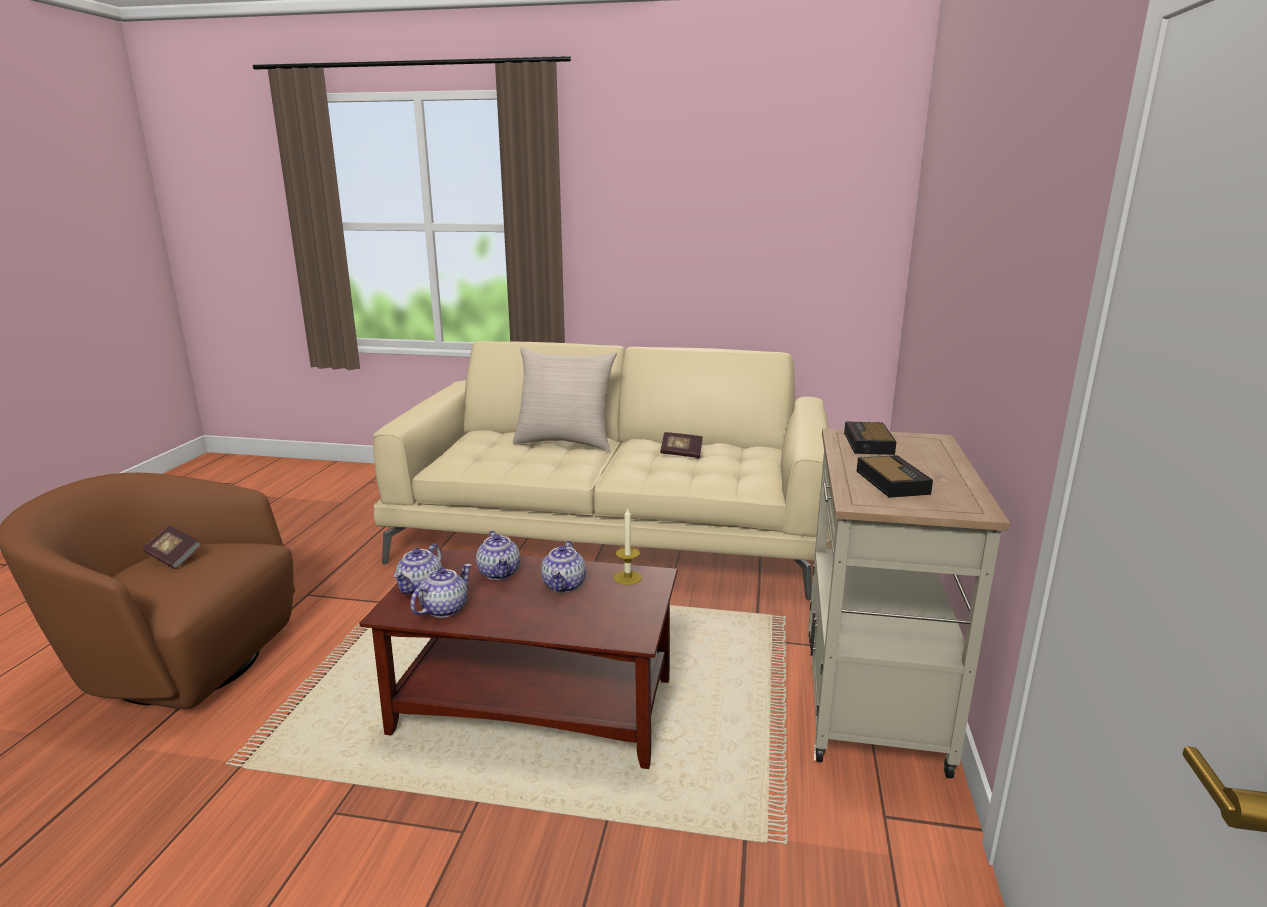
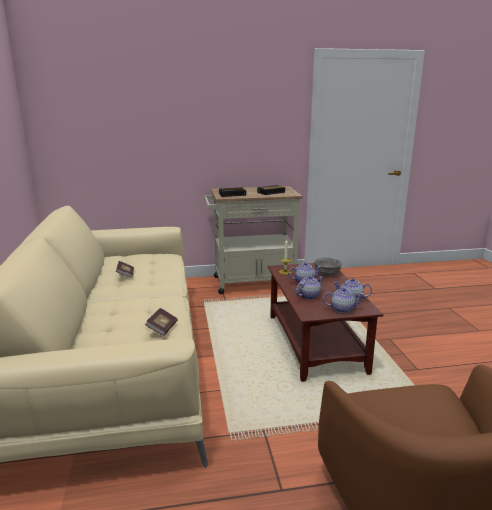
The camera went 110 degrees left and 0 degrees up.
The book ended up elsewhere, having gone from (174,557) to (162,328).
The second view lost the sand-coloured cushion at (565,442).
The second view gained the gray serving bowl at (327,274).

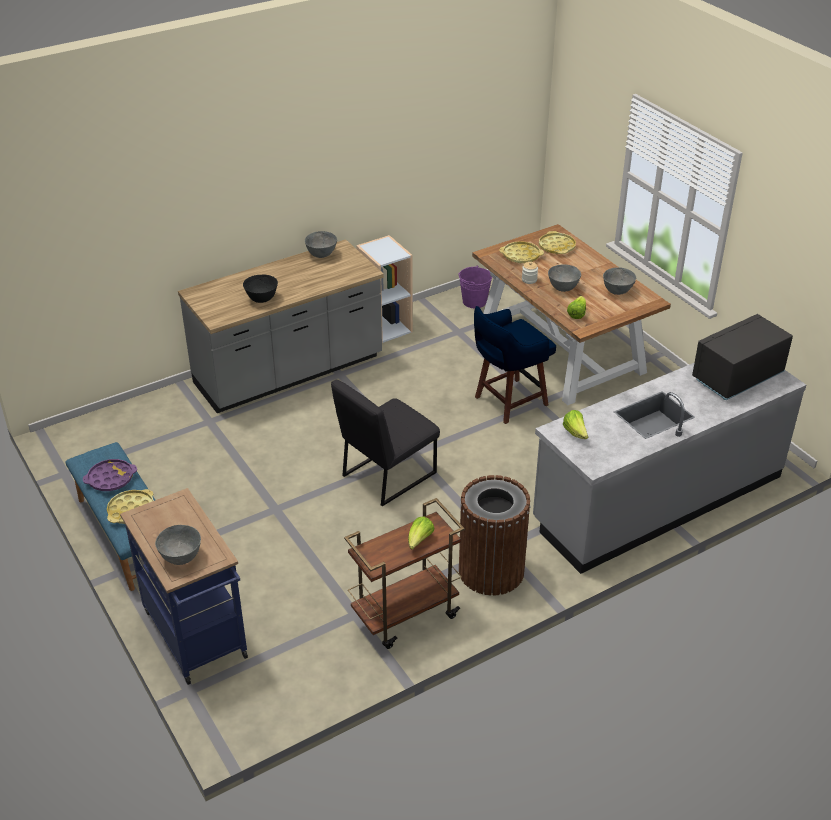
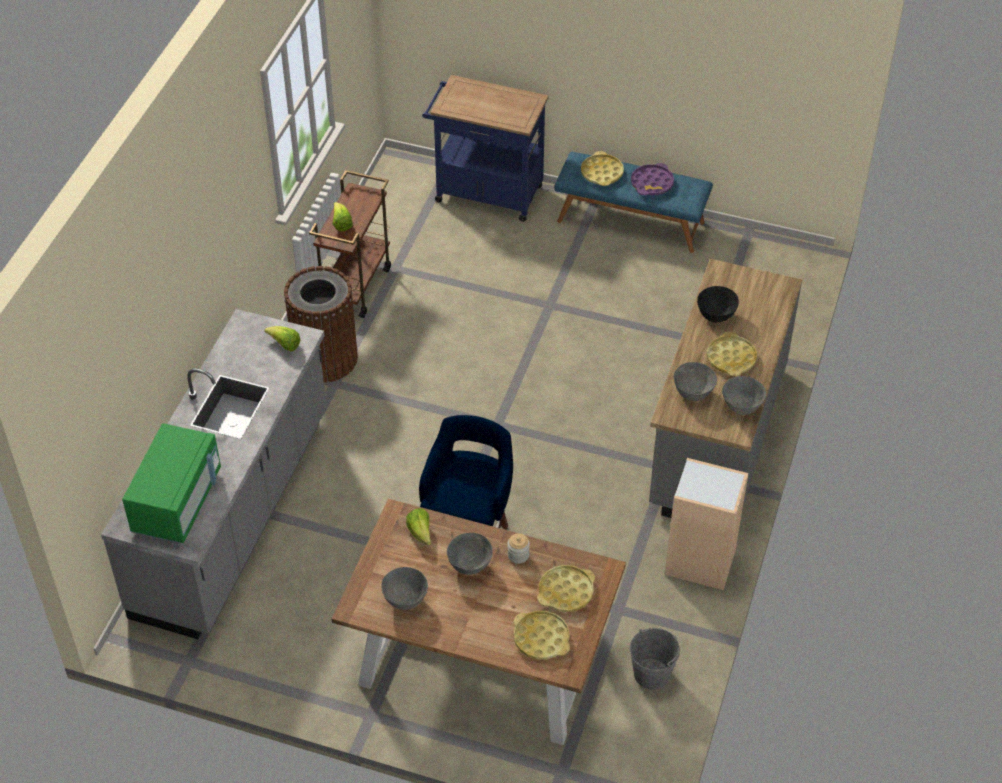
The camera went 140 degrees right and 10 degrees up.
The gray serving bowl ended up elsewhere, having gone from (181,557) to (692,394).
The second view lost the black-coloured chair at (386,475).
What was the purple-coloured bucket at (474,301) turned into the gray bucket at (651,674).
What was the black-coloured microwave oven at (737,377) turned into the green-coloured microwave oven at (177,502).
The second view gained the yellow carrying tray at (731,358).

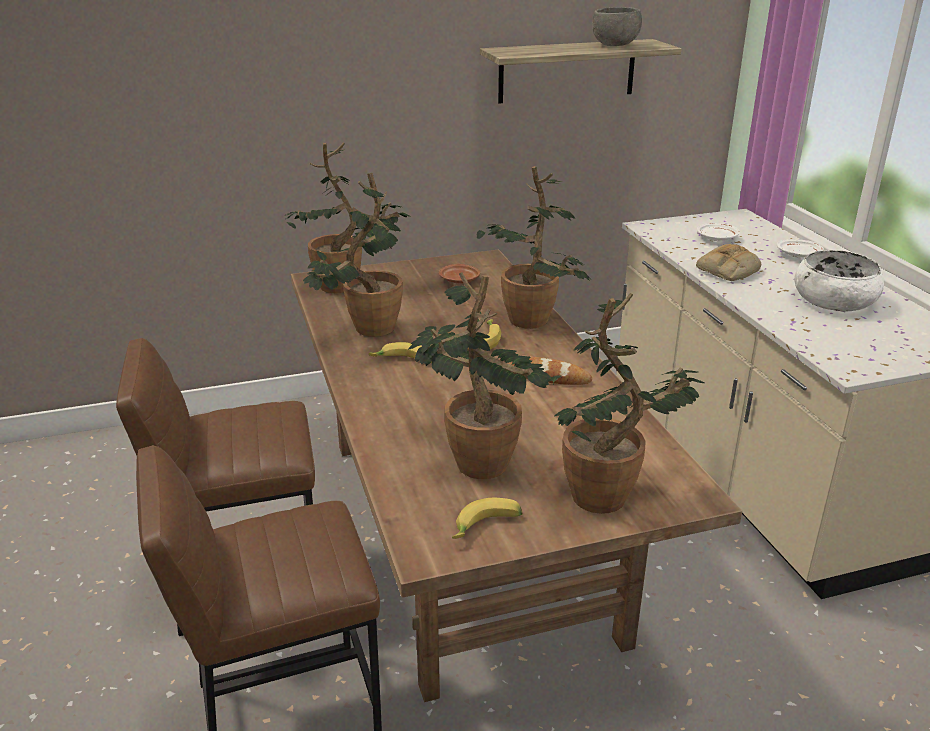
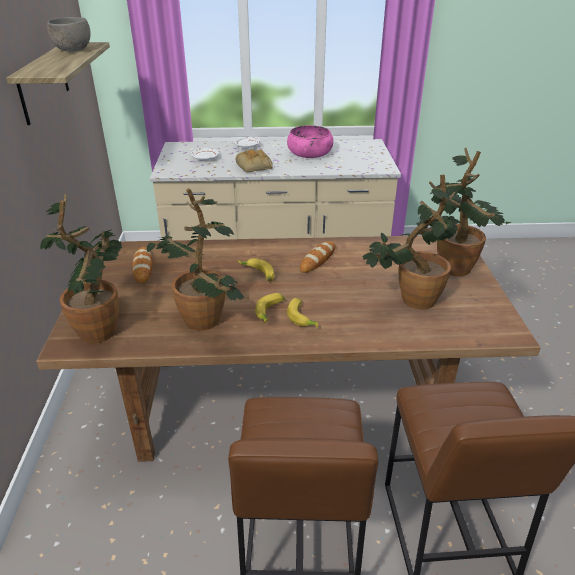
The camera went 75 degrees left and 5 degrees up.
Where the brown-coloured dinner plate stood at (459,280), the bakery bread came to stand at (143,267).
The whole banana ended up elsewhere, having gone from (487,527) to (303,318).
The second view lost the houseplant at (532,324).
What was the white serving bowl at (834,300) turned into the pink serving bowl at (309,153).

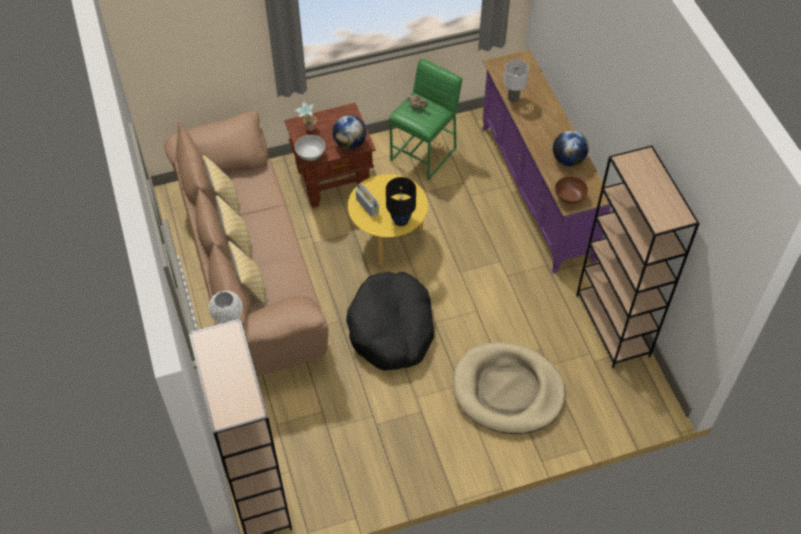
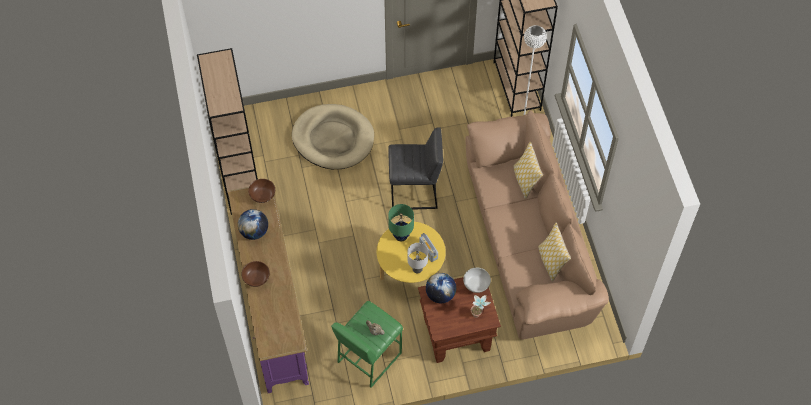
The camera went 175 degrees left and 5 degrees up.
The second view lost the cushion at (237,242).
Where the black-coloured pet bed stood at (391,328), the gray sitting stool came to stand at (415,192).
What was the black-coloured tabletop lamp at (401,220) turned into the green-coloured tabletop lamp at (401,235).
The white tabletop lamp ended up elsewhere, having gone from (513,99) to (416,269).
The second view gained the brown-coloured serving bowl at (256,279).

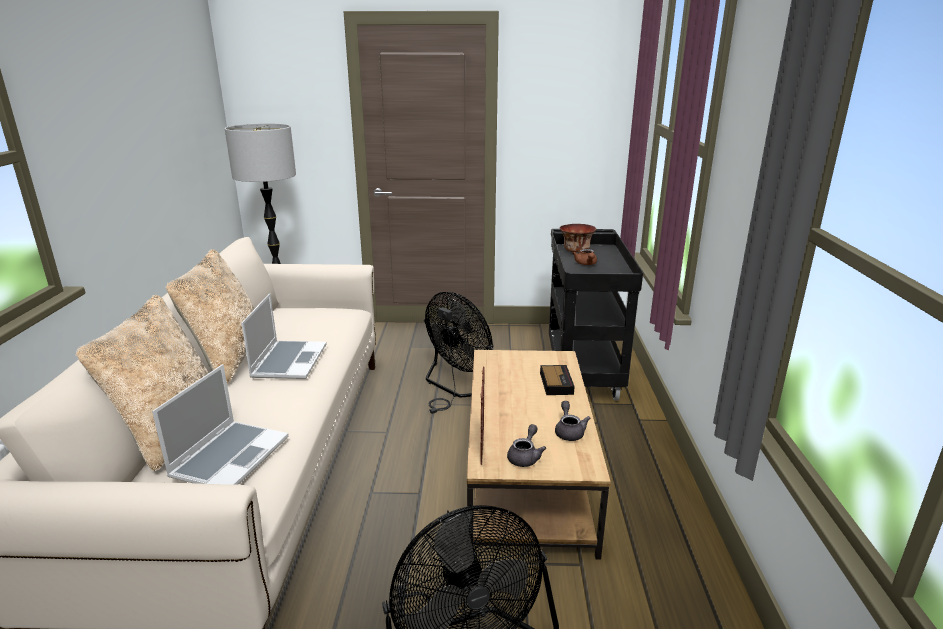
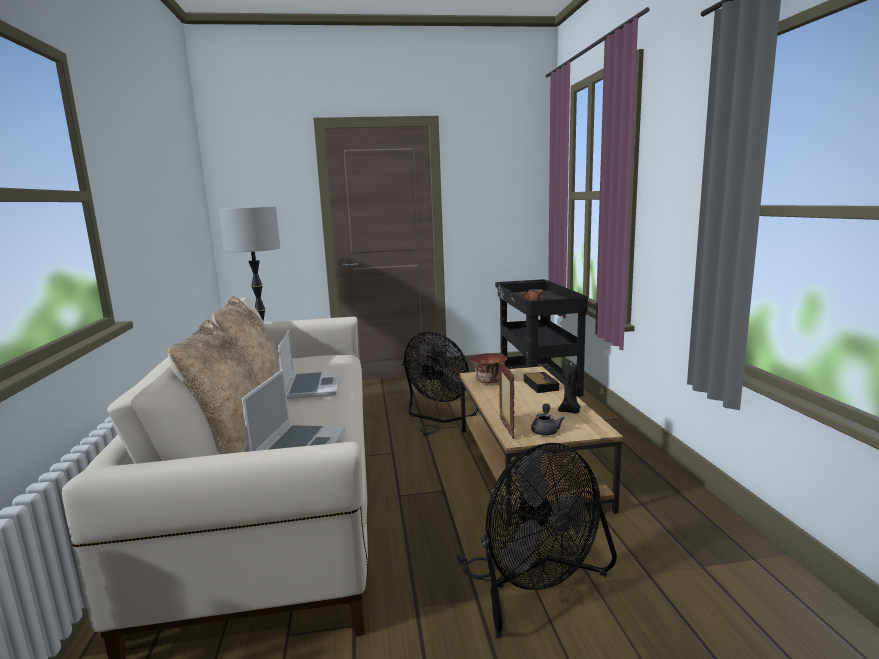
The camera went 10 degrees left and 10 degrees down.
Where the gray teapot stood at (569,431), the black-coloured wax candle came to stand at (570,411).
The serving bowl ended up elsewhere, having gone from (576,251) to (489,381).

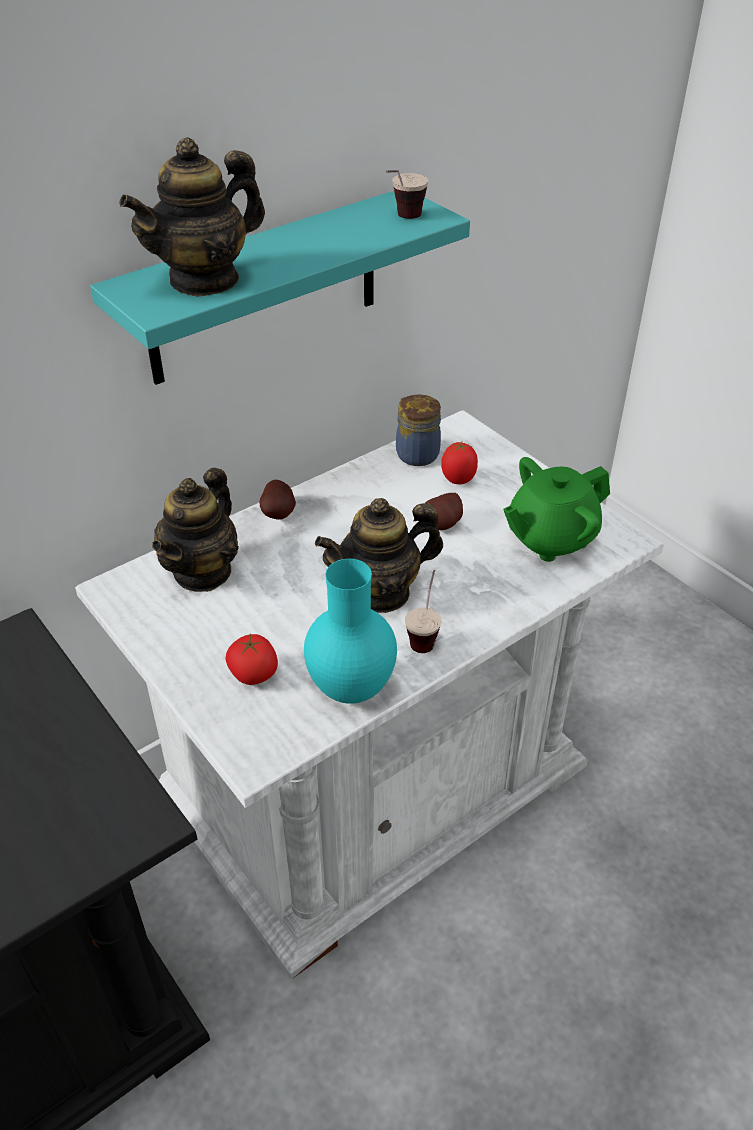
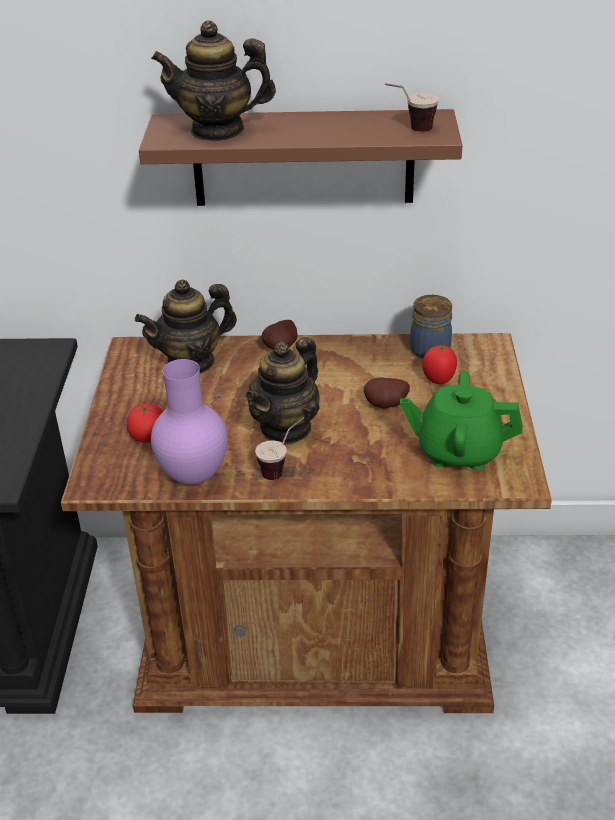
The camera went 40 degrees right and 5 degrees down.
What was the white storage cabinet at (376,781) turned into the brown-coloured storage cabinet at (315,623).
What was the turquoise-coloured wall shelf at (264,288) turned into the brown-coloured wall shelf at (303,158).
What was the turquoise-coloured decorative vase at (349,690) turned into the purple-coloured decorative vase at (192,475).
The teapot at (380,592) ended up facing another way, 75 degrees counterclockwise from before.

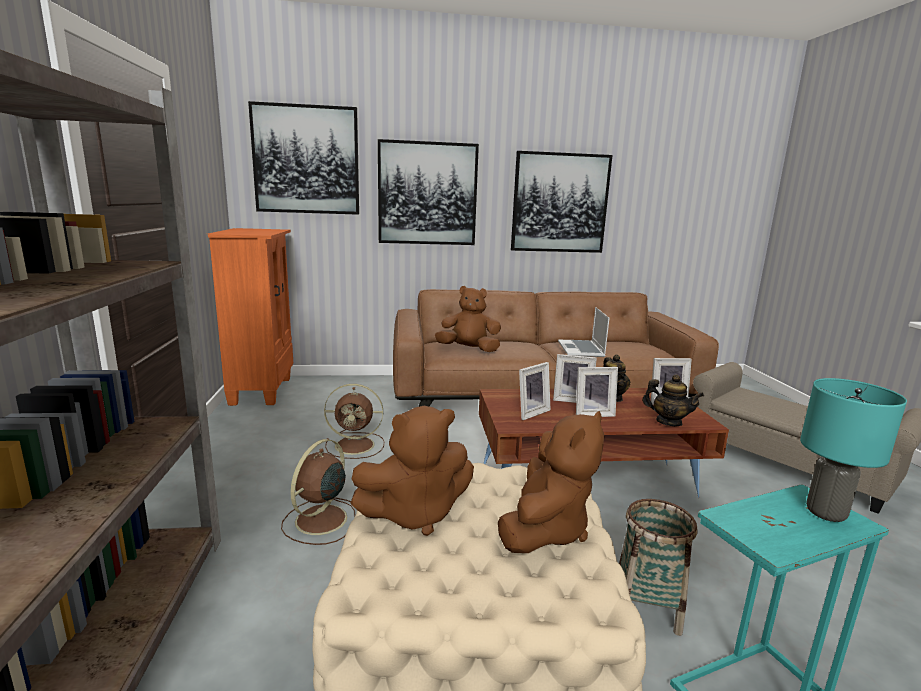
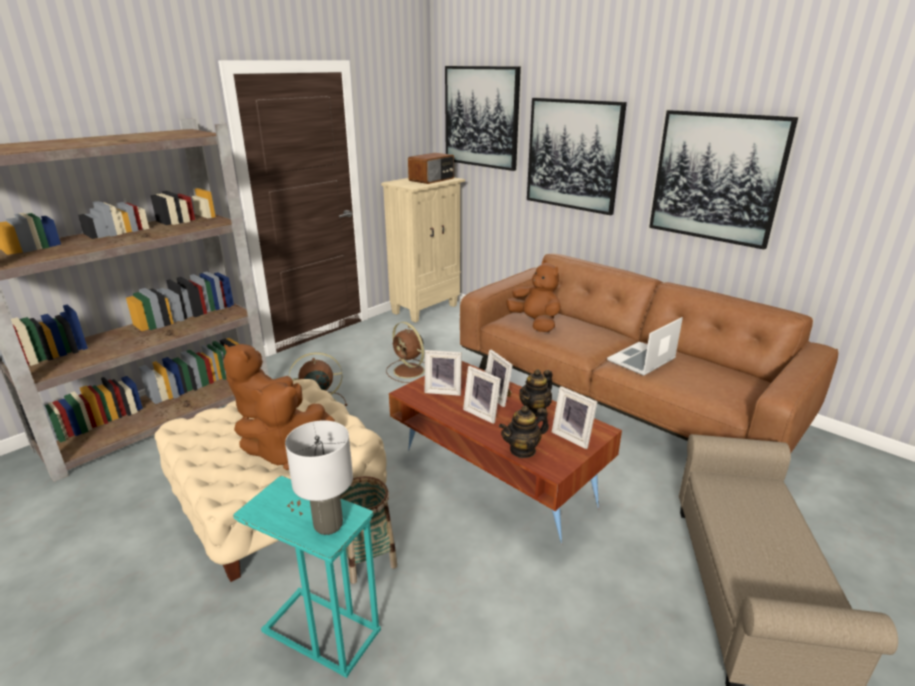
The camera went 50 degrees right and 10 degrees up.
What was the orangey storage cabinet at (263,391) turned into the sand-coloured storage cabinet at (426,310).
The teapot at (668,422) ended up facing another way, 75 degrees clockwise from before.
What was the turquoise-coloured tabletop lamp at (828,513) turned into the white tabletop lamp at (329,527).
The second view gained the radio receiver at (432,179).

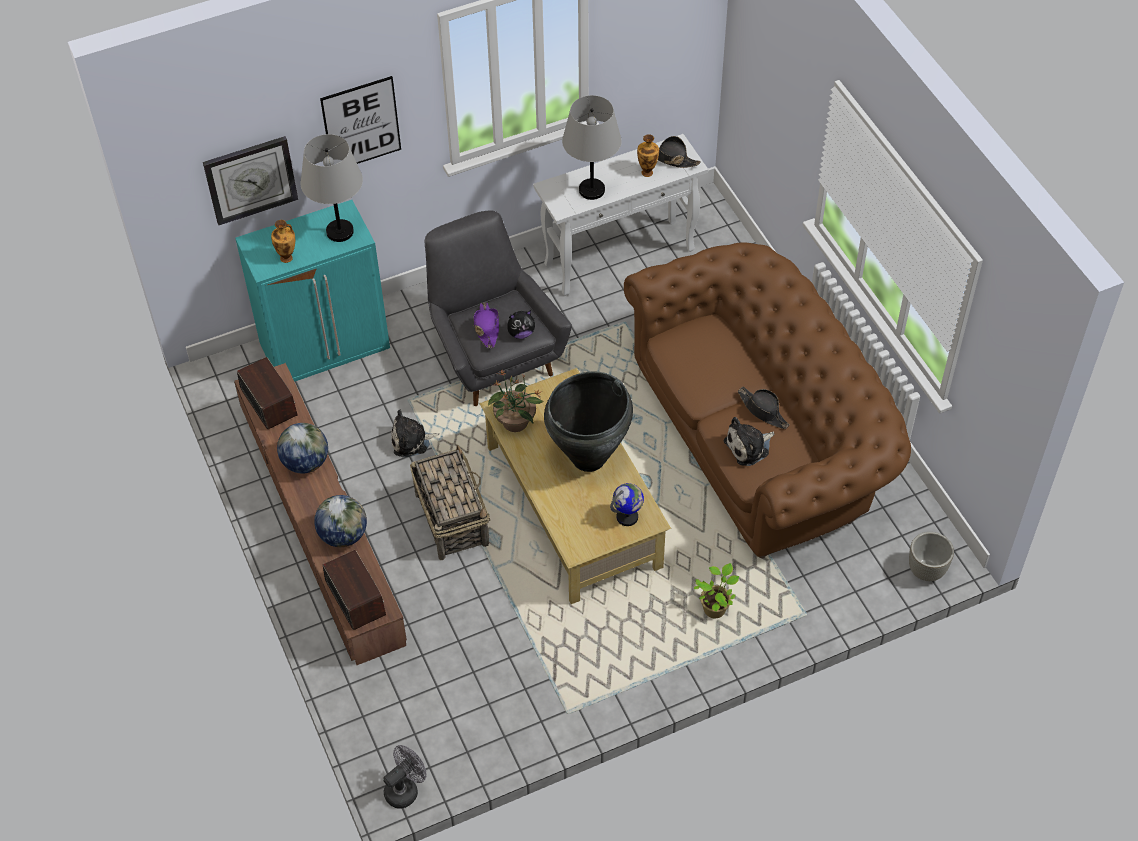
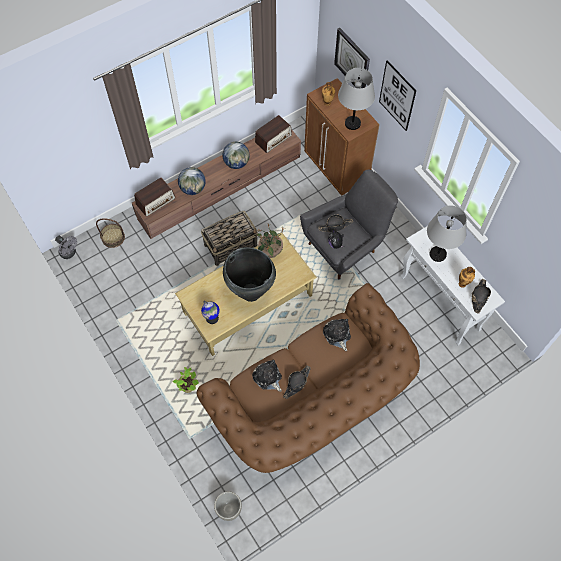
The camera went 80 degrees right and 10 degrees up.
What was the turquoise-coloured storage cabinet at (325,345) turned into the brown-coloured storage cabinet at (336,165).
The plush toy ended up elsewhere, having gone from (412,441) to (337,335).
What was the purple-coloured clothing hat at (487,328) turned into the black-coloured clothing hat at (335,226).
The second view gained the storage basket at (113,237).

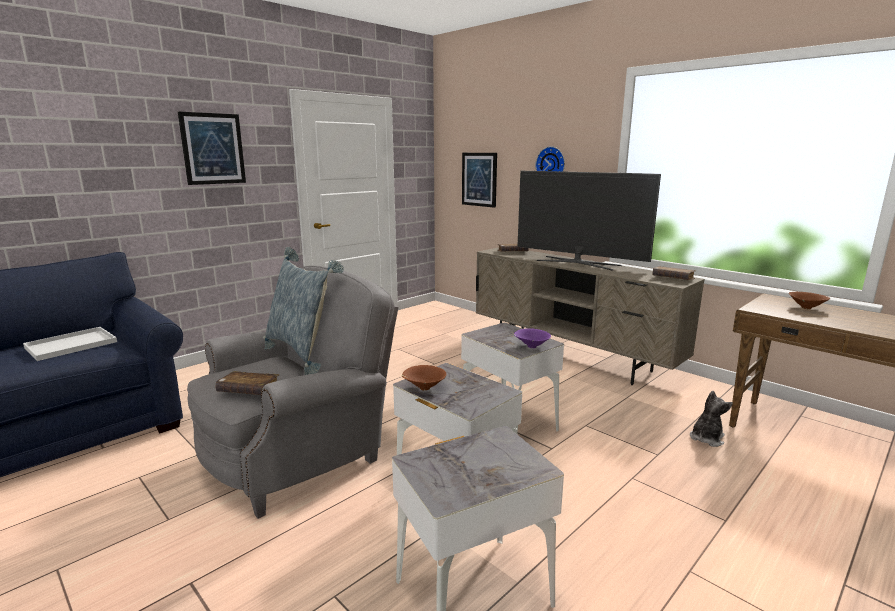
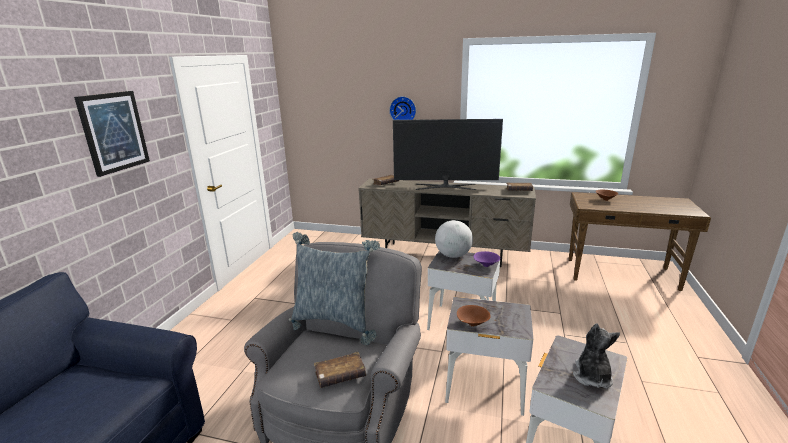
The camera went 30 degrees left and 5 degrees up.
The second view lost the white carrying tray at (73,344).
The second view lost the wall picture at (479,179).
The plush toy ended up elsewhere, having gone from (706,438) to (592,376).
The second view gained the world globe at (453,255).

